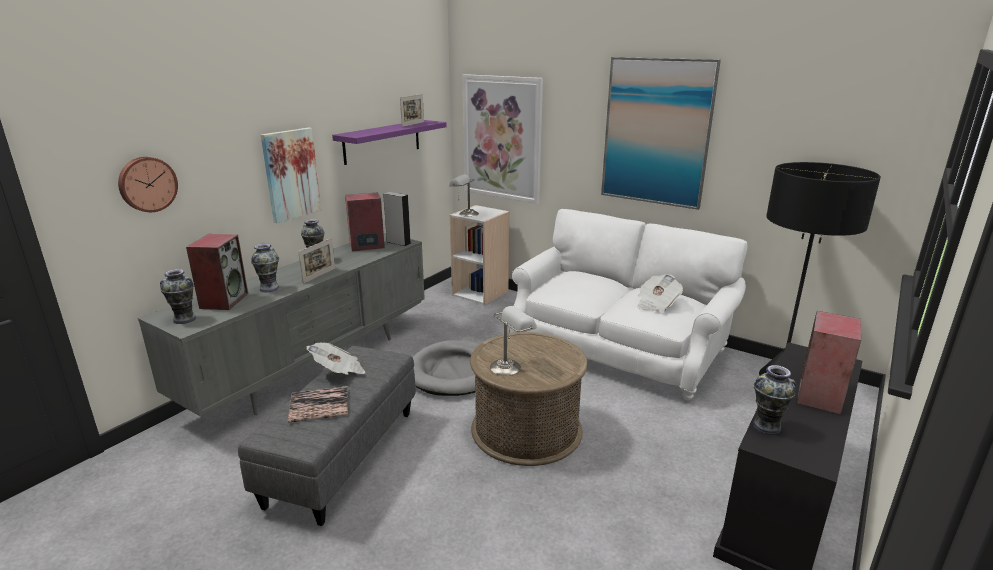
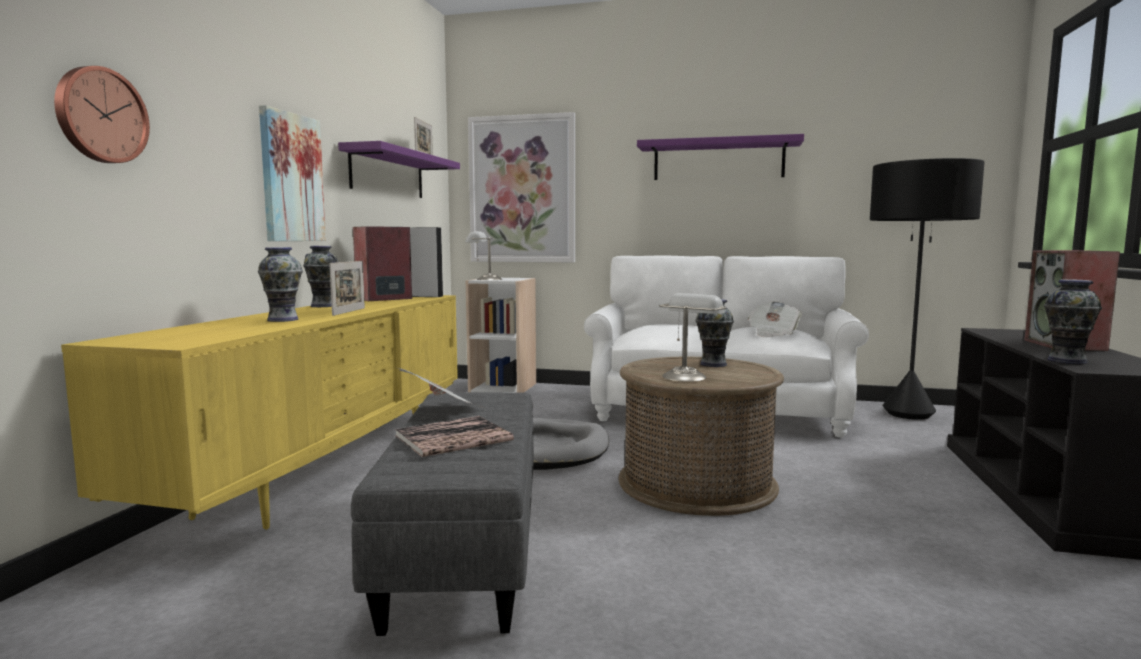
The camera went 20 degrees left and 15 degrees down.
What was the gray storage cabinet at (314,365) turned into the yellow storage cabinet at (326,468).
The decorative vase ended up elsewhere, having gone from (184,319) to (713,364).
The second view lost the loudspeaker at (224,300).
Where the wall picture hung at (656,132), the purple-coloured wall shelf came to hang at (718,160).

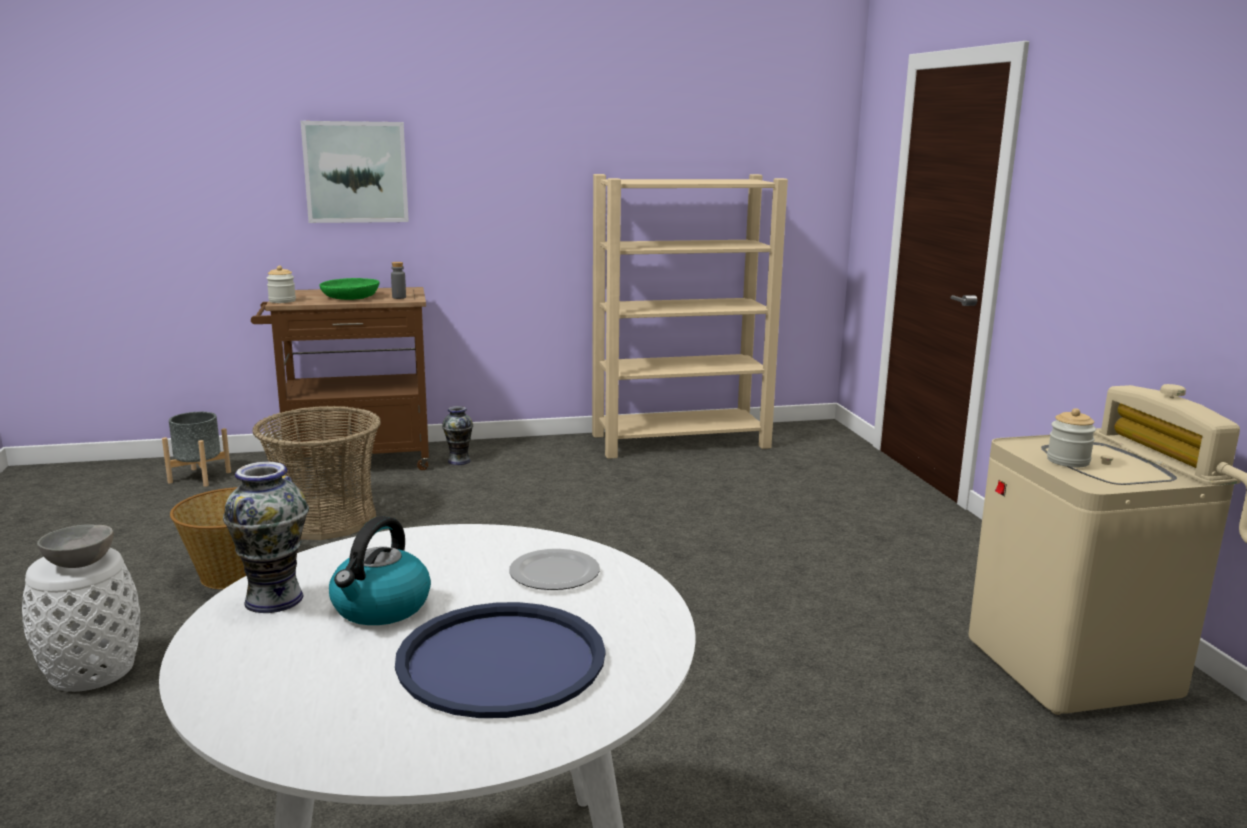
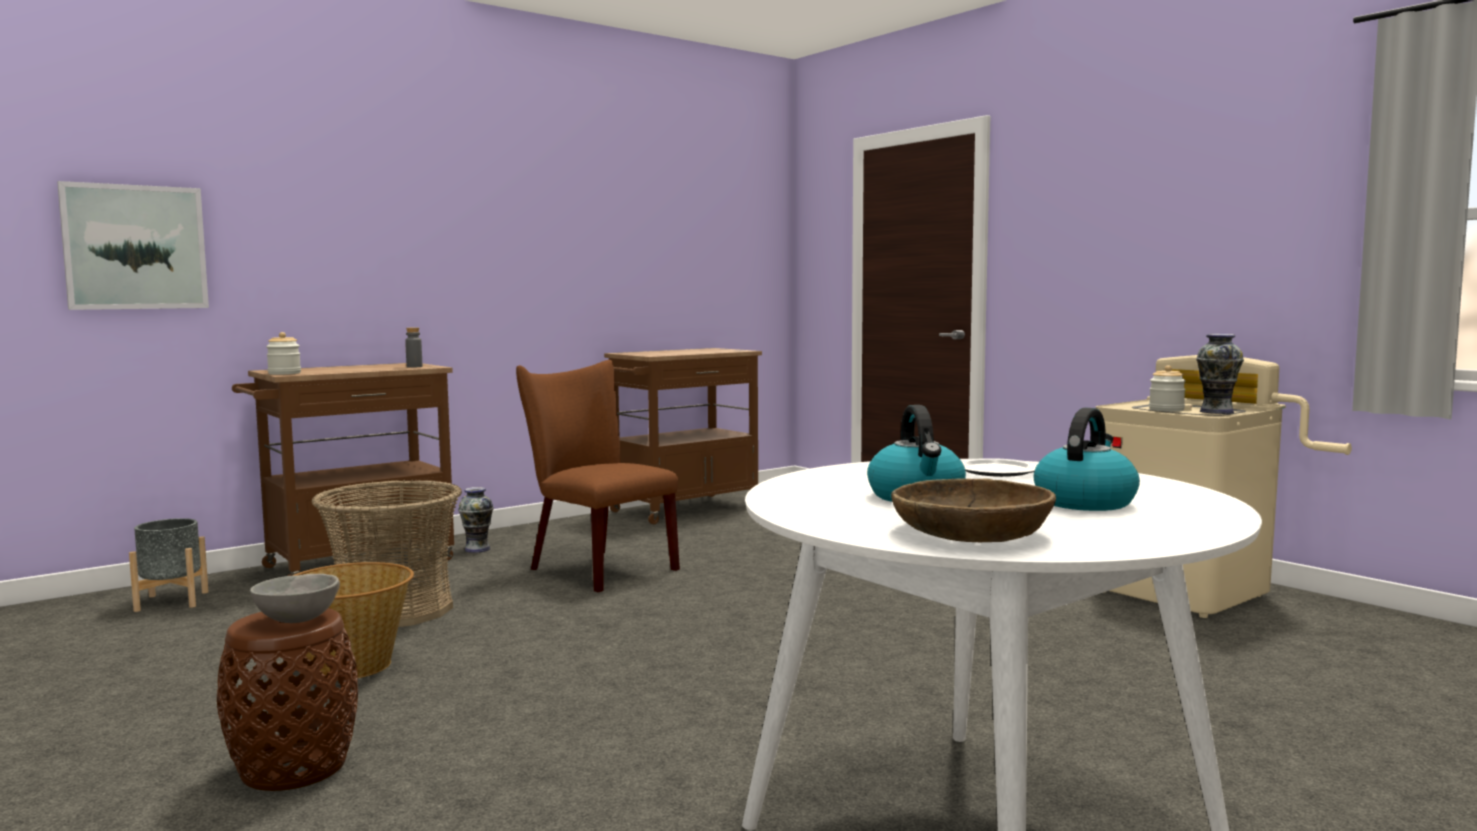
The camera went 25 degrees left and 10 degrees down.
What was the white sitting stool at (92,671) turned into the brown-coloured sitting stool at (294,768).
The decorative vase ended up elsewhere, having gone from (273,599) to (1216,412).
The wall picture ended up elsewhere, having gone from (356,172) to (135,247).
The second view lost the green-coloured serving bowl at (350,297).
Where the blue-coloured carrying tray stood at (501,661), the kettle came to stand at (1085,502).
Where the sand-coloured bookshelf stood at (680,441), the brown-coloured wheeled cart came to stand at (680,510).
The second view gained the brown-coloured chair at (596,568).
The second view gained the brown-coloured serving bowl at (970,532).

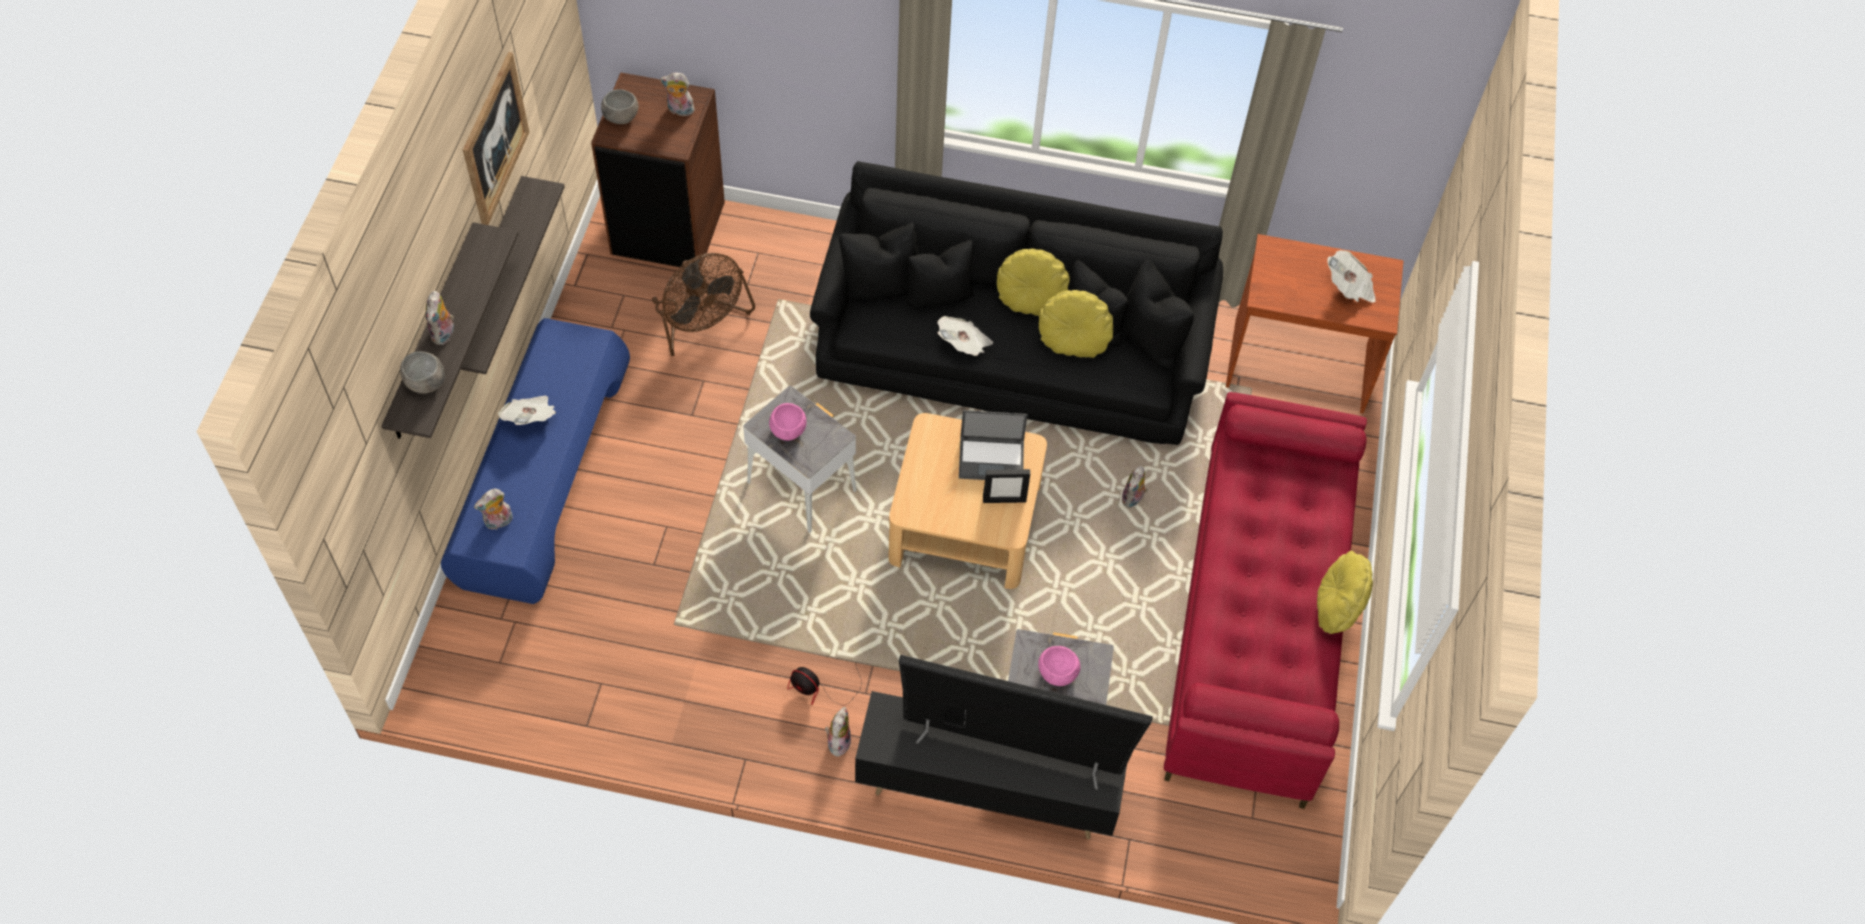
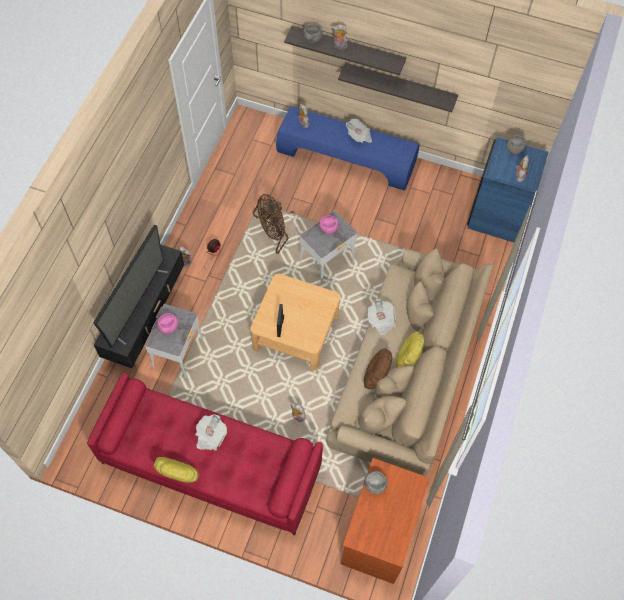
The camera went 100 degrees right and 5 degrees up.
The second view lost the wall picture at (495,140).
What was the brown-coloured storage cabinet at (668,228) turned into the blue-coloured storage cabinet at (497,216).
The brown-coloured fan ended up elsewhere, having gone from (698,323) to (275,230).
What was the black-coloured couch at (1012,348) turned into the sand-coloured couch at (405,372).
The second view lost the portable computer at (992,459).
What was the yellow cushion at (1073,344) turned into the brown-coloured cushion at (376,376).
The newspaper ended up elsewhere, having gone from (1349,287) to (210,436).
The second view gained the gray serving bowl at (374,485).

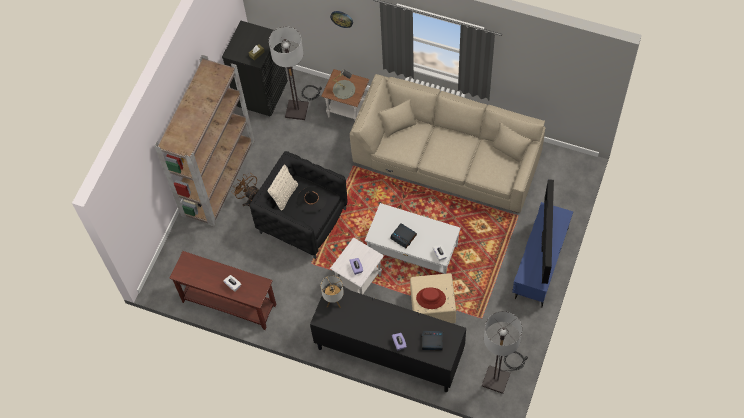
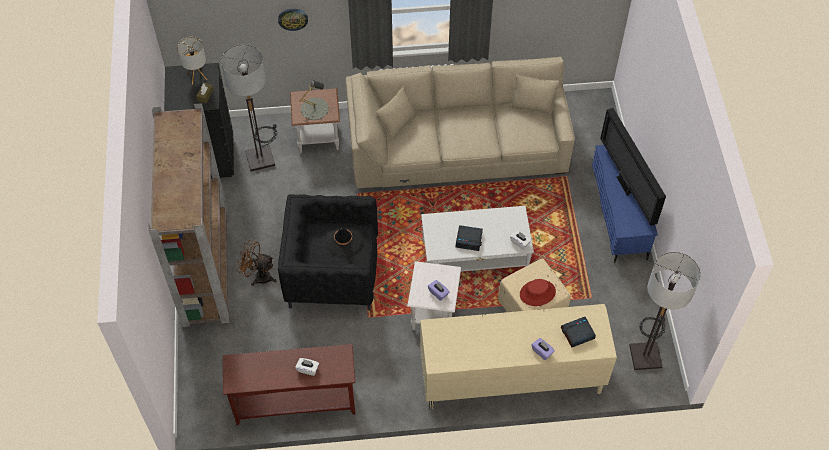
The camera went 30 degrees left and 5 degrees down.
The second view lost the sand-coloured cushion at (284,195).
What was the black-coloured storage cabinet at (389,350) turned into the sand-coloured storage cabinet at (511,375).
The tabletop lamp ended up elsewhere, having gone from (334,301) to (197,76).

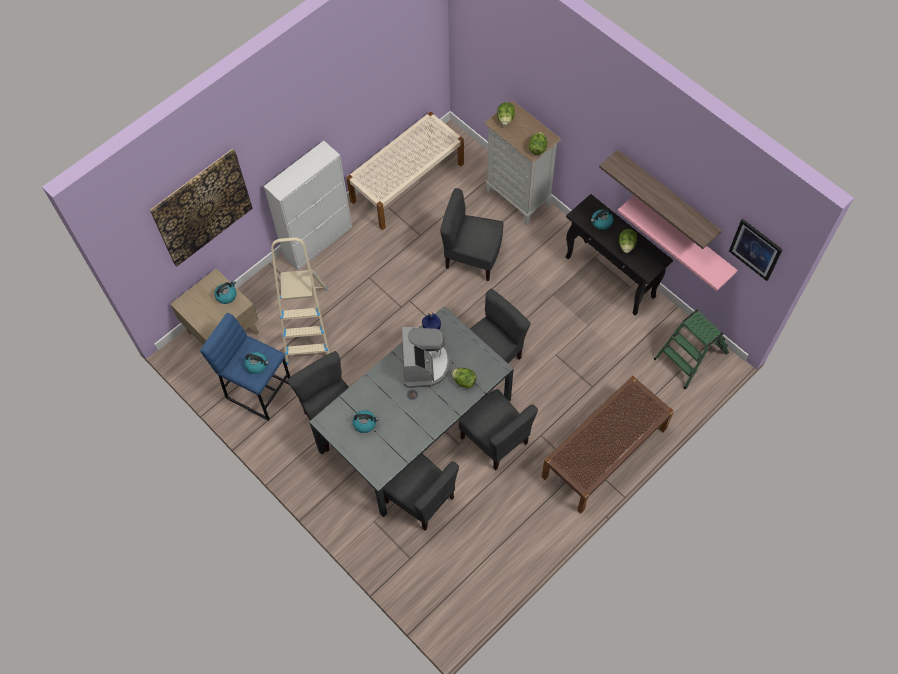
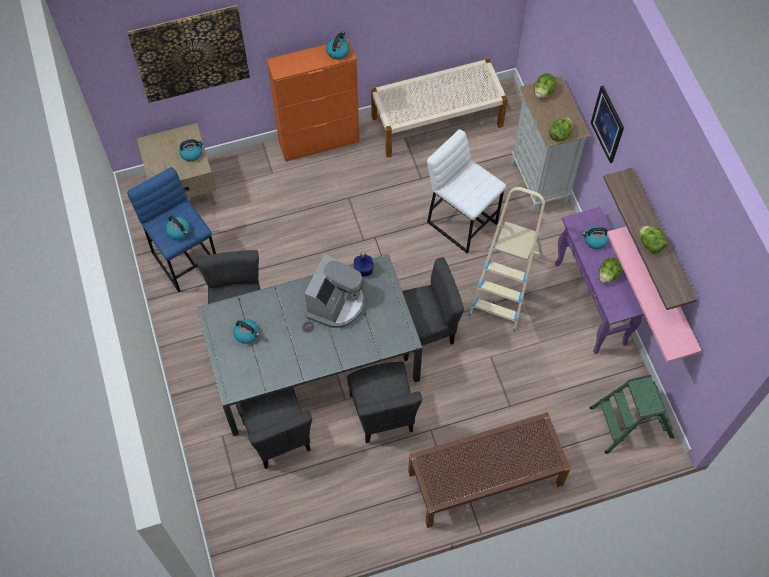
The camera went 25 degrees right and 0 degrees up.
What was the white storage cabinet at (318,241) turned into the orangey storage cabinet at (319,142).
The sand-coloured stepladder ended up elsewhere, having gone from (307,325) to (506,285).
Where the gray chair stood at (472,257), the white sitting stool came to stand at (461,222).
The head of lettuce ended up elsewhere, having gone from (464,381) to (650,244).
What was the black-coloured narrow table at (611,277) turned into the purple-coloured narrow table at (591,304).
The wall picture ended up elsewhere, having gone from (755,249) to (608,124).
The second view gained the kettle at (338,51).

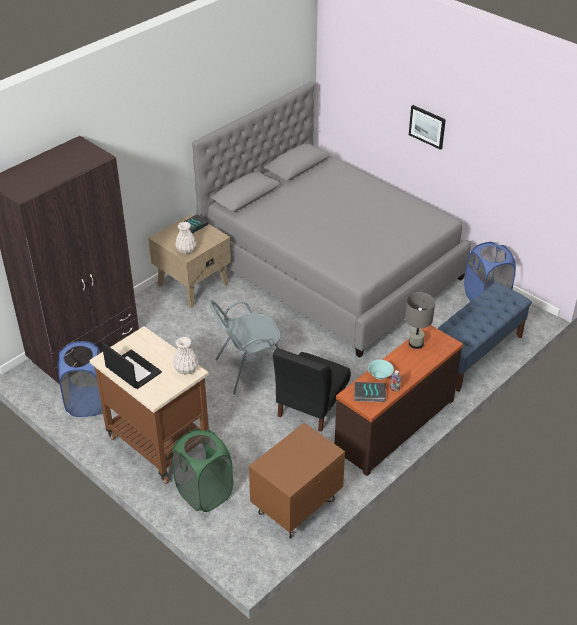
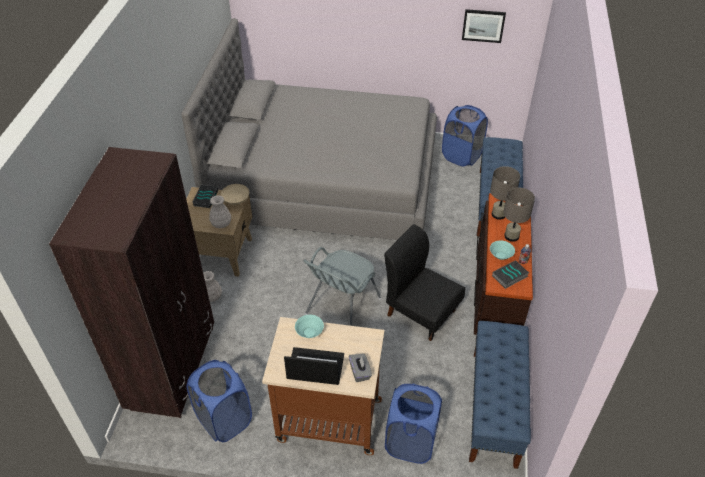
The camera went 35 degrees left and 5 degrees up.
What was the green-coloured laundry basket at (204,493) turned into the blue-coloured laundry basket at (410,442).
The white decorative vase ended up elsewhere, having gone from (186,369) to (212,296).
Where the brown-coloured nightstand stood at (296,508), the blue-coloured long seat came to stand at (494,408).
The black-coloured chair at (310,406) ended up facing another way, 135 degrees clockwise from before.
The wall picture ended up elsewhere, having gone from (427,126) to (483,25).
The second view gained the sand-coloured serving bowl at (236,201).
The second view gained the turquoise-coloured serving bowl at (309,332).
The second view gained the gray box of tissues at (360,372).
The second view gained the gray tabletop lamp at (512,236).

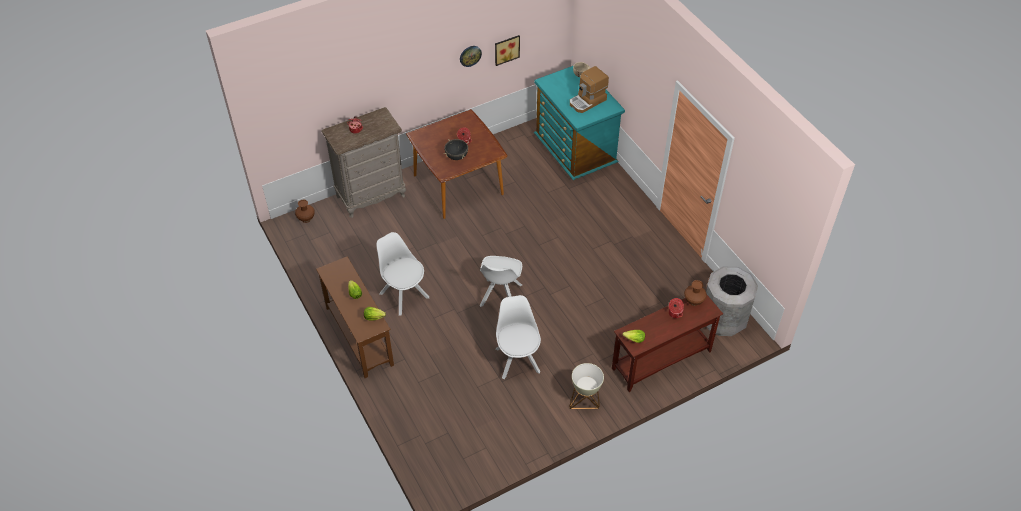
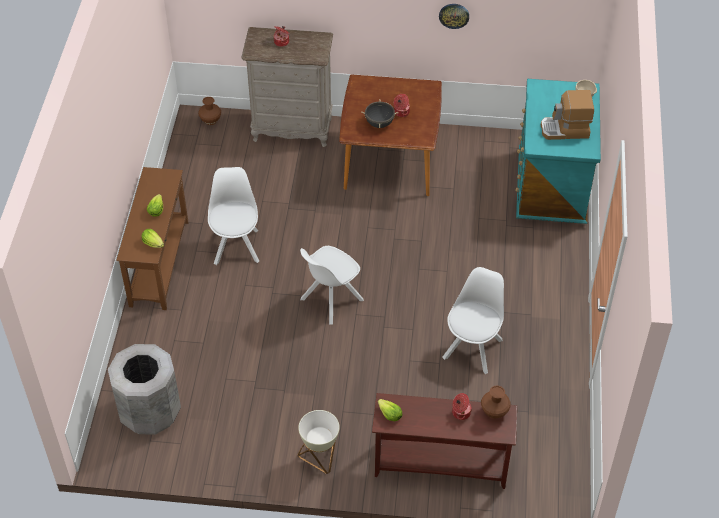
The camera went 35 degrees right and 0 degrees up.
The second view lost the wall picture at (506,49).
The white chair ended up elsewhere, having gone from (517,359) to (473,348).
The gray rubbish bin ended up elsewhere, having gone from (723,320) to (150,412).

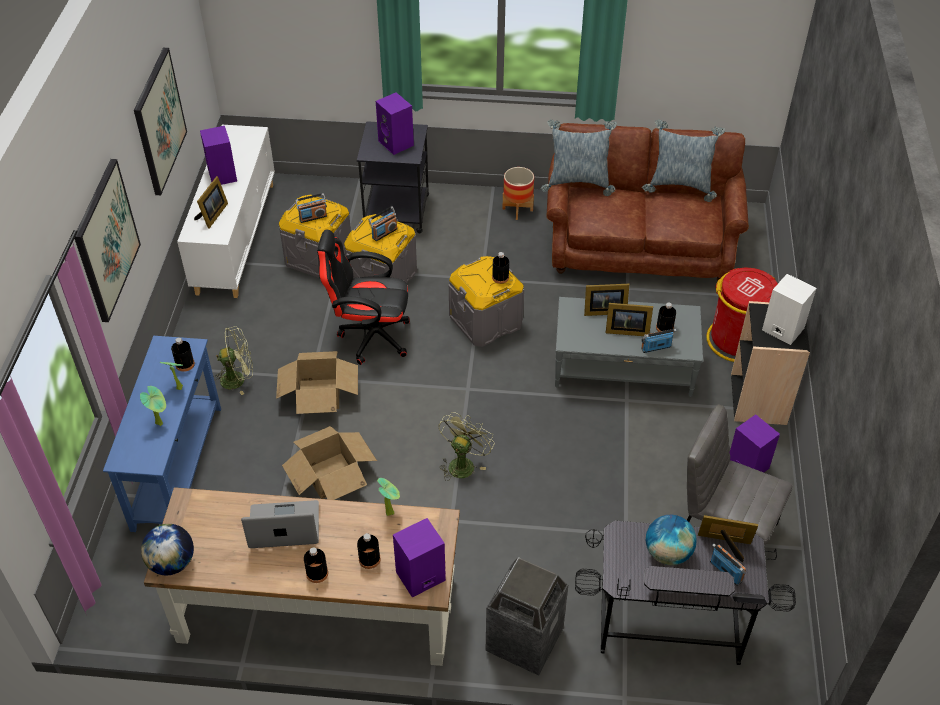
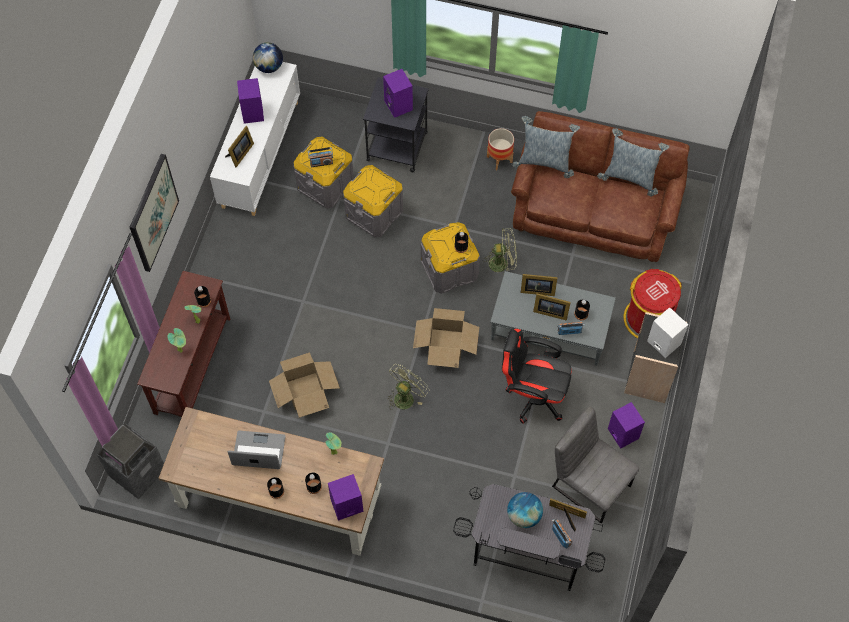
The camera went 10 degrees right and 15 degrees up.
What was the blue-coloured narrow table at (177,467) turned into the brown-coloured narrow table at (192,365).
The second view lost the wall picture at (159,121).
The world globe ended up elsewhere, having gone from (172,563) to (269,67).
The green-coloured fan ended up elsewhere, having gone from (238,379) to (502,263).
The carton ended up elsewhere, having gone from (319,395) to (446,344).
The black-coloured office chair ended up elsewhere, having gone from (369,336) to (532,394).
The second view lost the radio receiver at (384,233).
The rubbish bin ended up elsewhere, having gone from (524,640) to (137,472).

